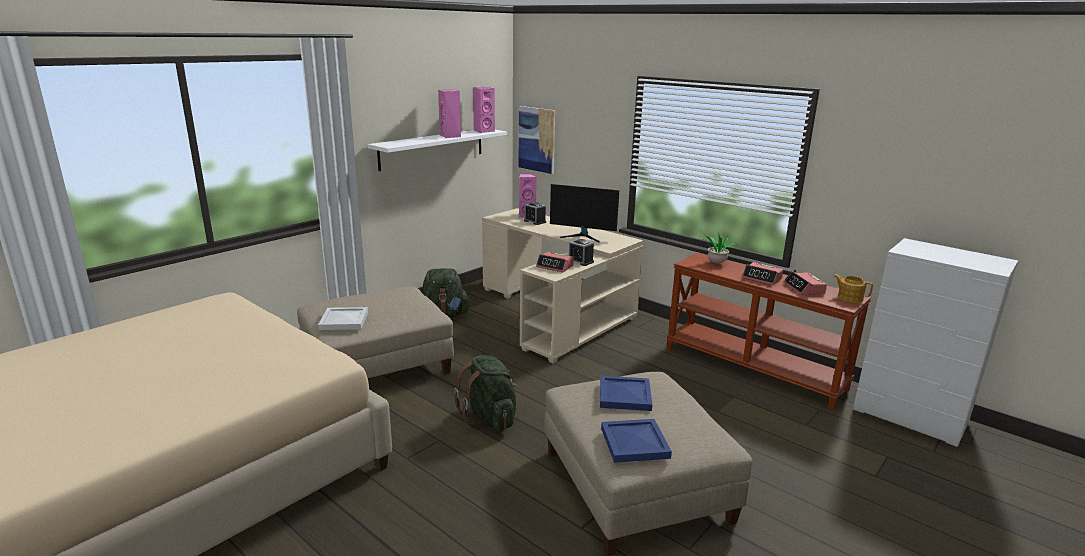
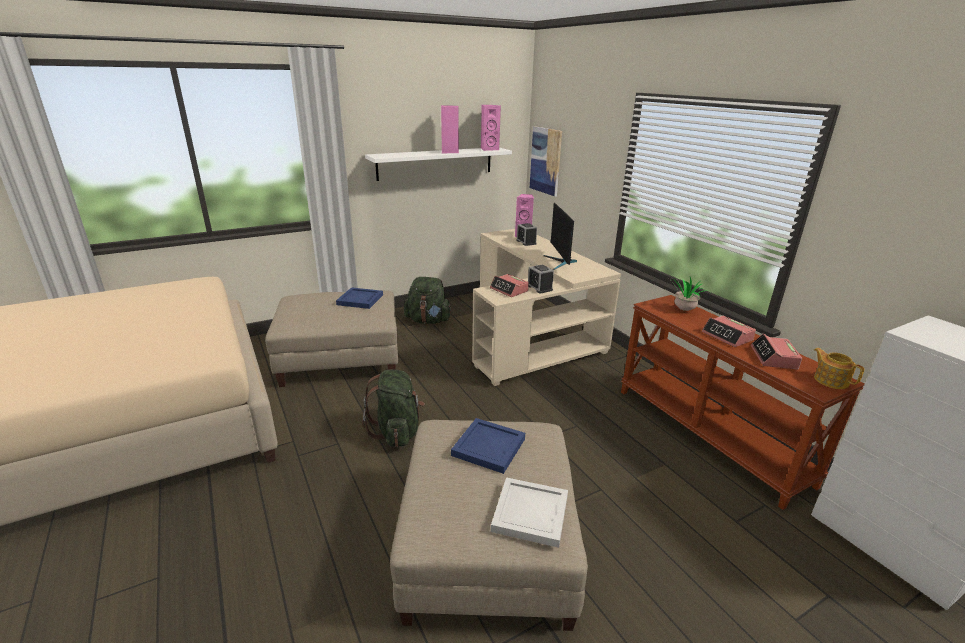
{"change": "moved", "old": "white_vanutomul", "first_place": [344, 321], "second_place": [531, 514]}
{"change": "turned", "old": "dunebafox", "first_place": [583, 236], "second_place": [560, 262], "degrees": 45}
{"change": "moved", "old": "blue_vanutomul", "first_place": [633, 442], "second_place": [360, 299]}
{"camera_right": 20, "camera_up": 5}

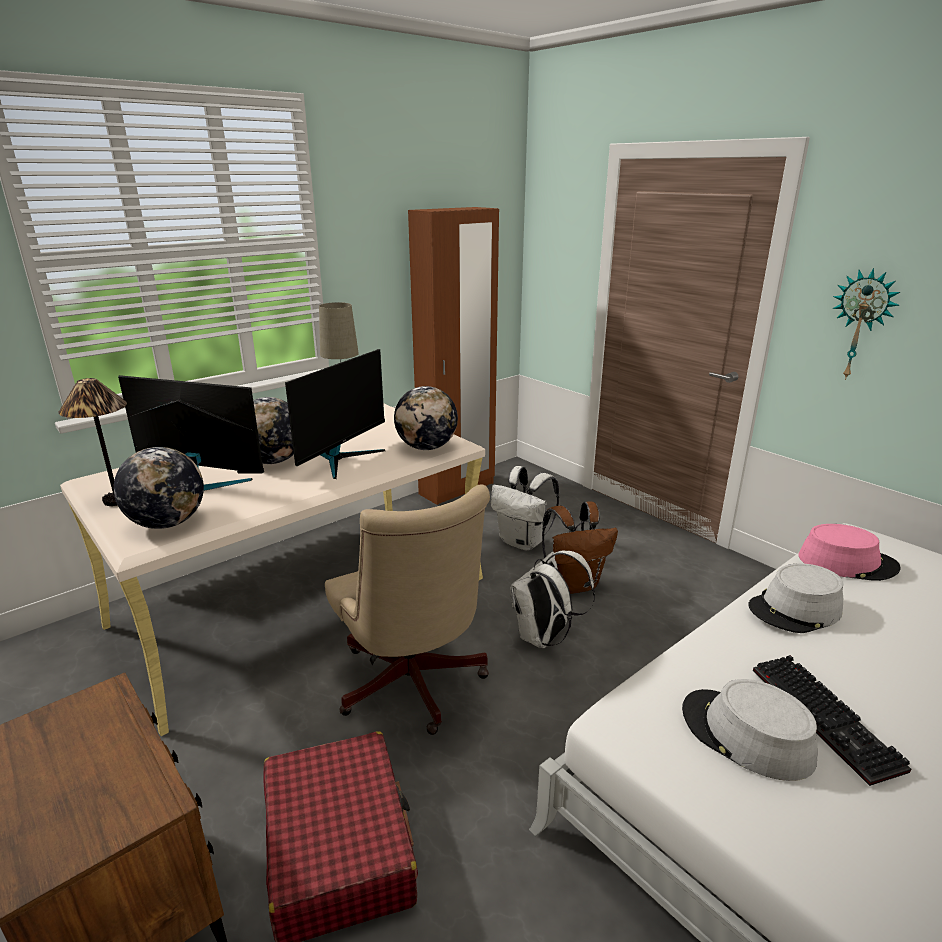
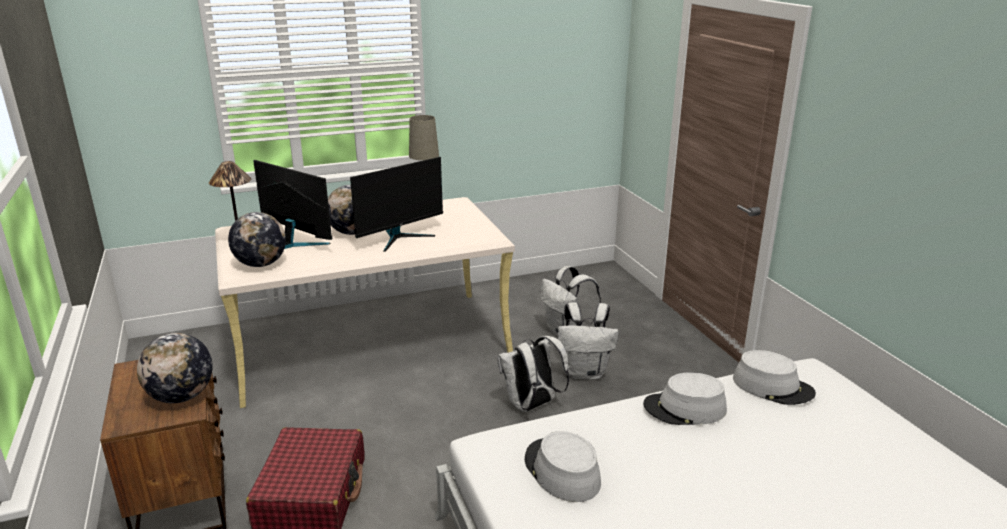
{"change": "removed", "old": "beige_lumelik", "first_place": [412, 688]}
{"change": "moved", "old": "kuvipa", "first_place": [427, 447], "second_place": [181, 397]}
{"change": "removed", "old": "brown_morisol", "first_place": [457, 489]}
{"change": "recoloured", "old": "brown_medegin", "new": "white_medegin", "first_place": [573, 584], "second_place": [584, 373]}
{"change": "removed", "old": "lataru", "first_place": [828, 718]}
{"change": "recoloured", "old": "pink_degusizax", "new": "grey_degusizax", "first_place": [847, 562], "second_place": [773, 386]}
{"change": "removed", "old": "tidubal", "first_place": [860, 325]}
{"camera_right": 20, "camera_up": 0}

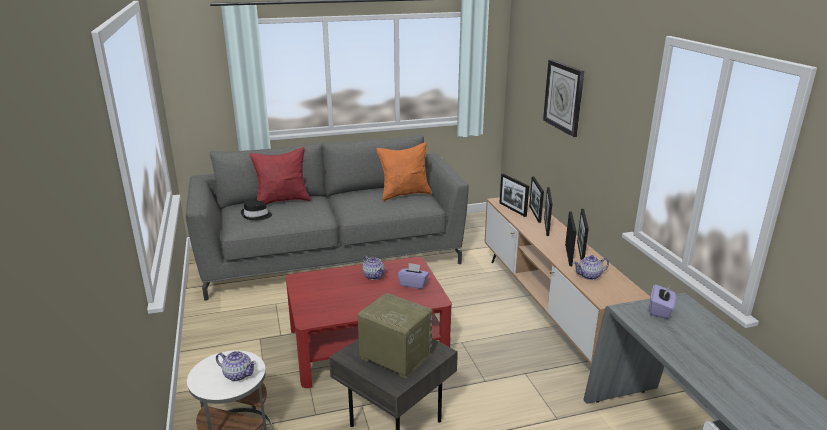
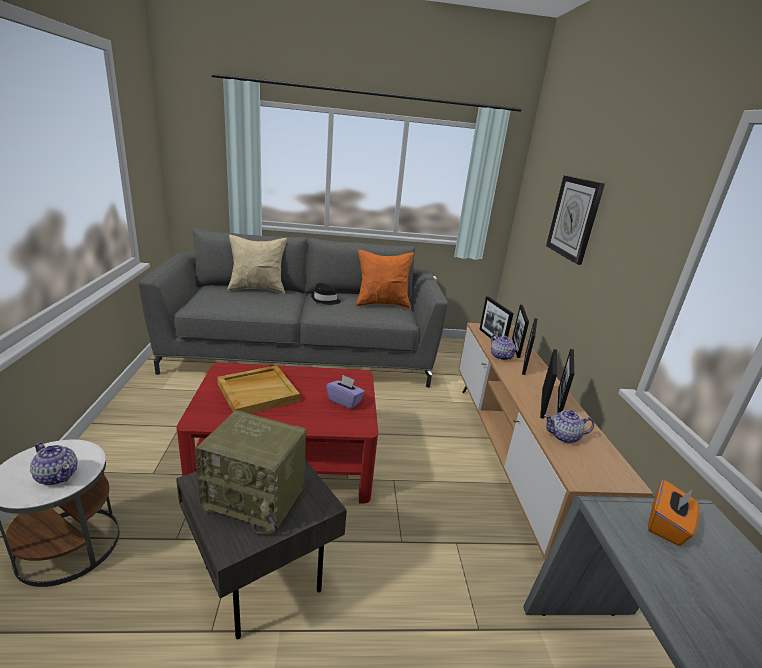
{"change": "moved", "old": "black_degusizax", "first_place": [256, 215], "second_place": [325, 300]}
{"change": "recoloured", "old": "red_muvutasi", "new": "beige_muvutasi", "first_place": [282, 200], "second_place": [257, 289]}
{"change": "turned", "old": "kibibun", "first_place": [394, 357], "second_place": [257, 498], "degrees": 150}
{"change": "moved", "old": "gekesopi", "first_place": [373, 276], "second_place": [501, 356]}
{"change": "recoloured", "old": "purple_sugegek", "new": "orange_sugegek", "first_place": [660, 310], "second_place": [667, 525]}
{"change": "added", "new": "beige_vanutomul", "second_place": [258, 392]}
{"camera_right": 10, "camera_up": 0}

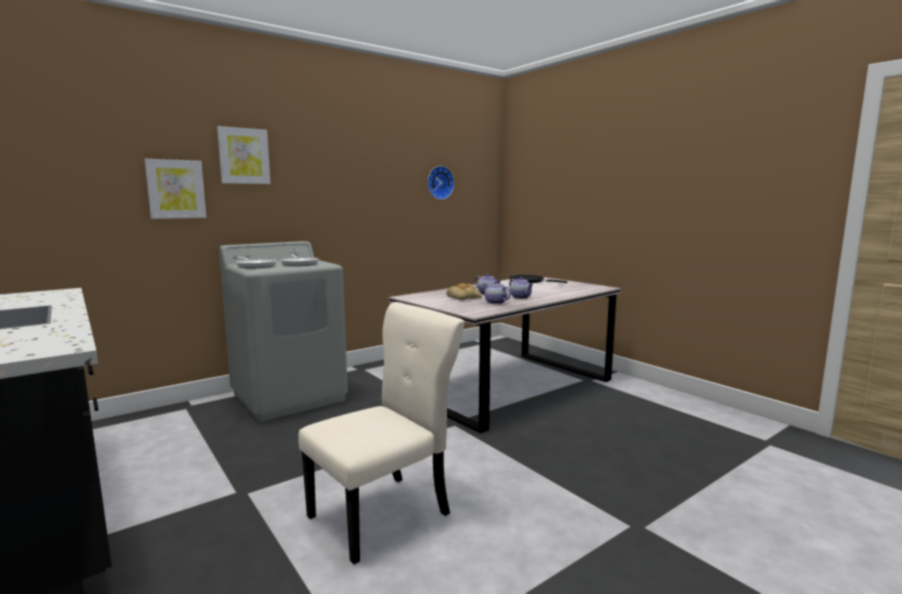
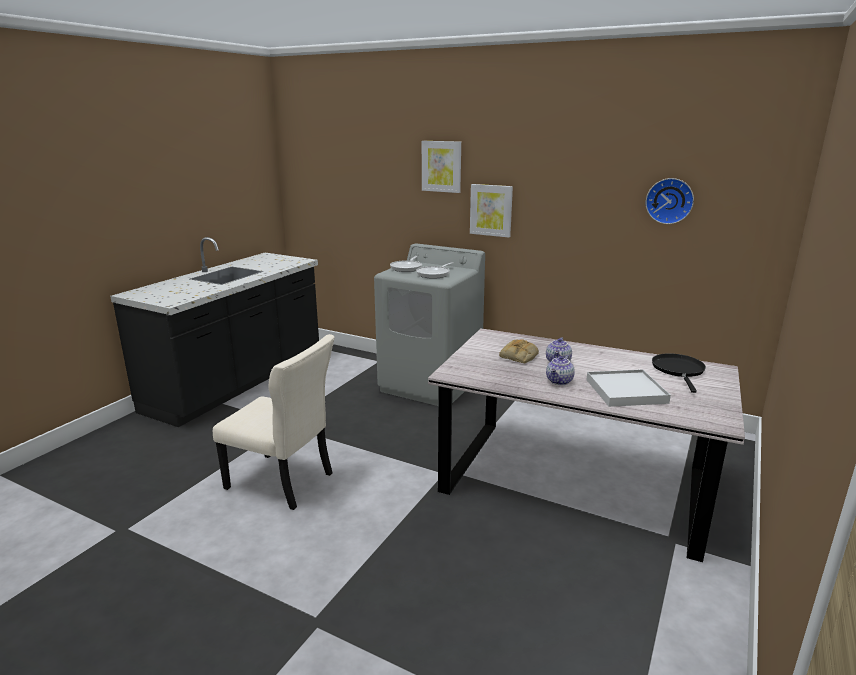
{"change": "moved", "old": "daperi", "first_place": [176, 189], "second_place": [491, 210]}
{"change": "removed", "old": "gekesopi", "first_place": [495, 302]}
{"change": "added", "new": "white_vanutomul", "second_place": [625, 391]}
{"camera_right": 65, "camera_up": 10}

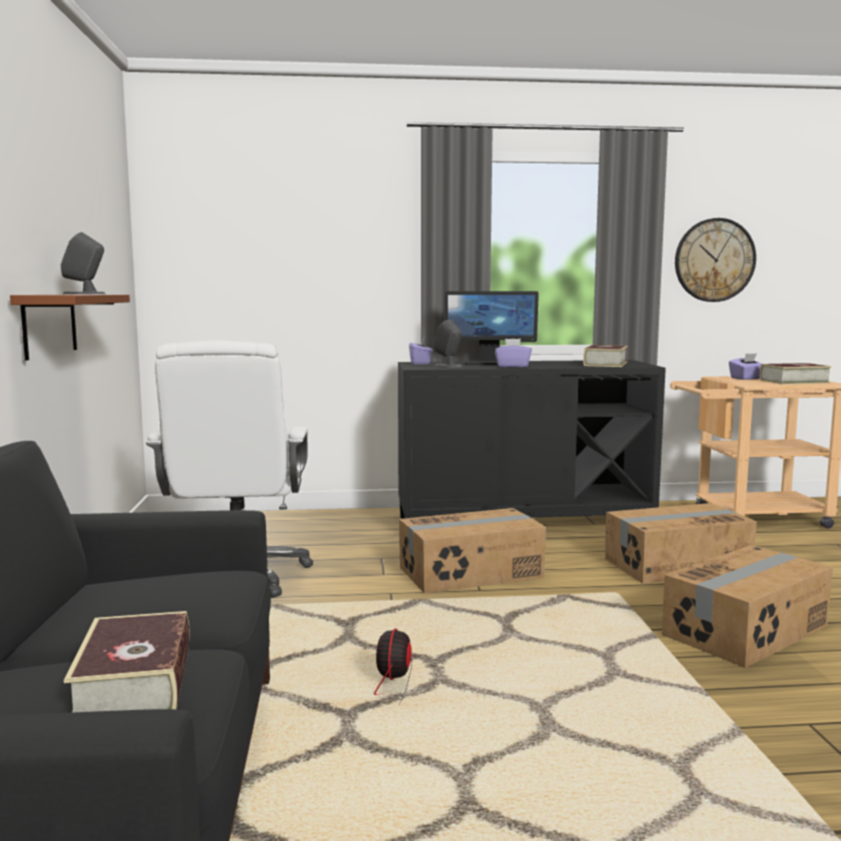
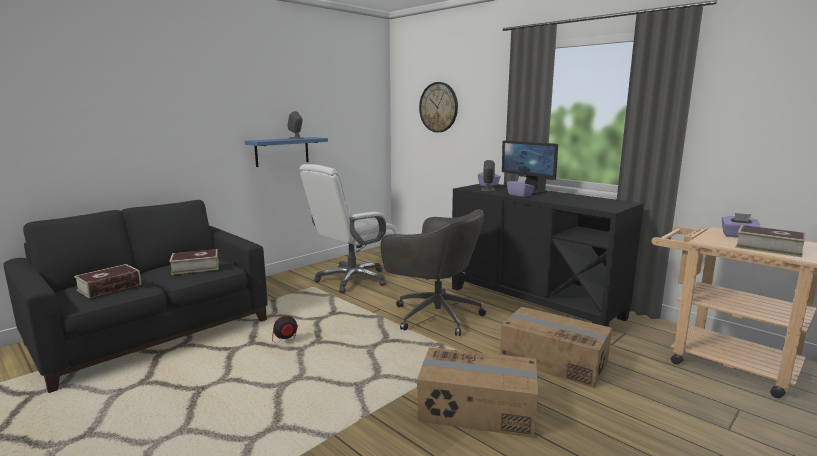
{"change": "recoloured", "old": "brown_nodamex", "new": "blue_nodamex", "first_place": [49, 324], "second_place": [282, 151]}
{"change": "replaced", "old": "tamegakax", "new": "grey_lumelik", "first_place": [471, 573], "second_place": [434, 315]}
{"change": "moved", "old": "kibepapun", "first_place": [605, 364], "second_place": [195, 267]}
{"change": "moved", "old": "tidubal", "first_place": [714, 260], "second_place": [438, 107]}
{"camera_right": 50, "camera_up": 5}

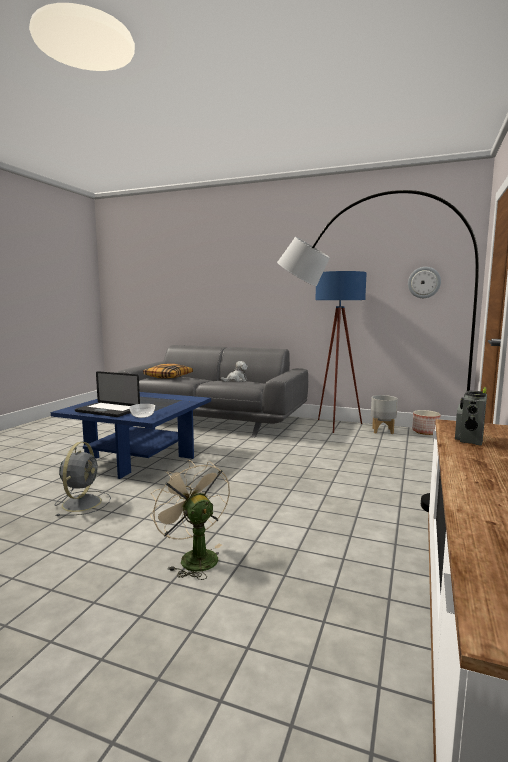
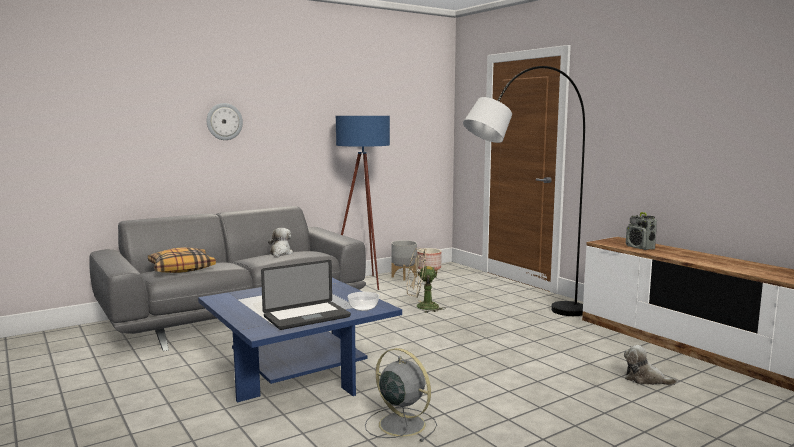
{"change": "moved", "old": "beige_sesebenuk", "first_place": [193, 557], "second_place": [422, 307]}
{"change": "moved", "old": "tidubal", "first_place": [424, 282], "second_place": [224, 121]}
{"change": "added", "new": "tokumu", "second_place": [645, 379]}
{"camera_right": -55, "camera_up": 0}

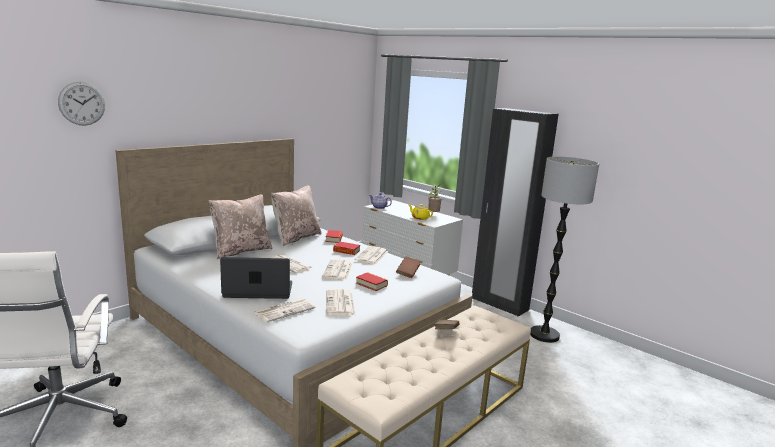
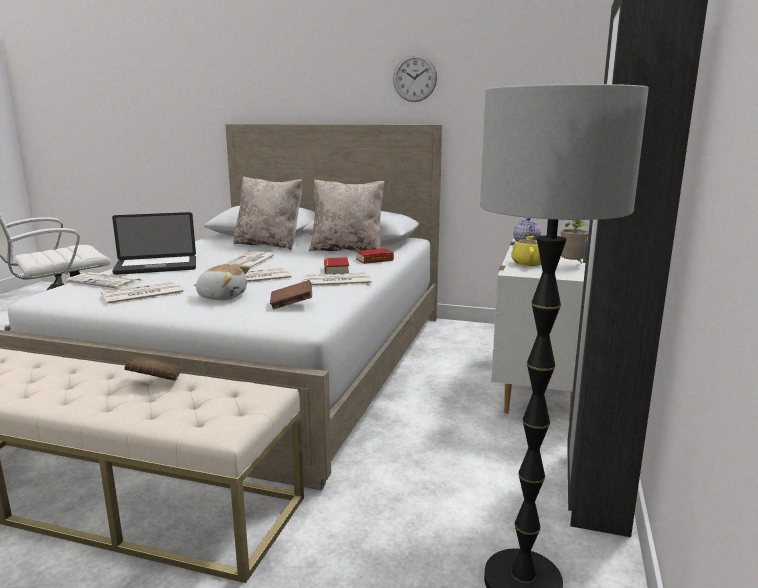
{"change": "moved", "old": "tidubal", "first_place": [82, 103], "second_place": [415, 78]}
{"change": "turned", "old": "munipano", "first_place": [258, 291], "second_place": [156, 267], "degrees": 105}
{"change": "replaced", "old": "kibepapun", "new": "tokumu", "first_place": [371, 284], "second_place": [222, 296]}
{"camera_right": 65, "camera_up": 0}

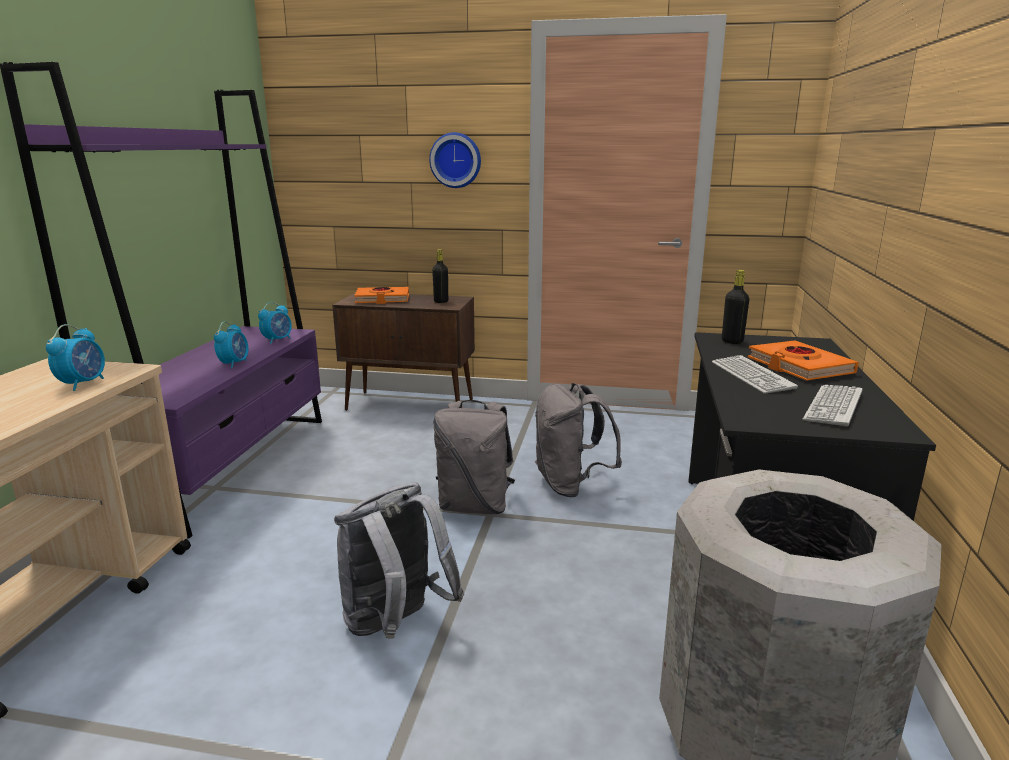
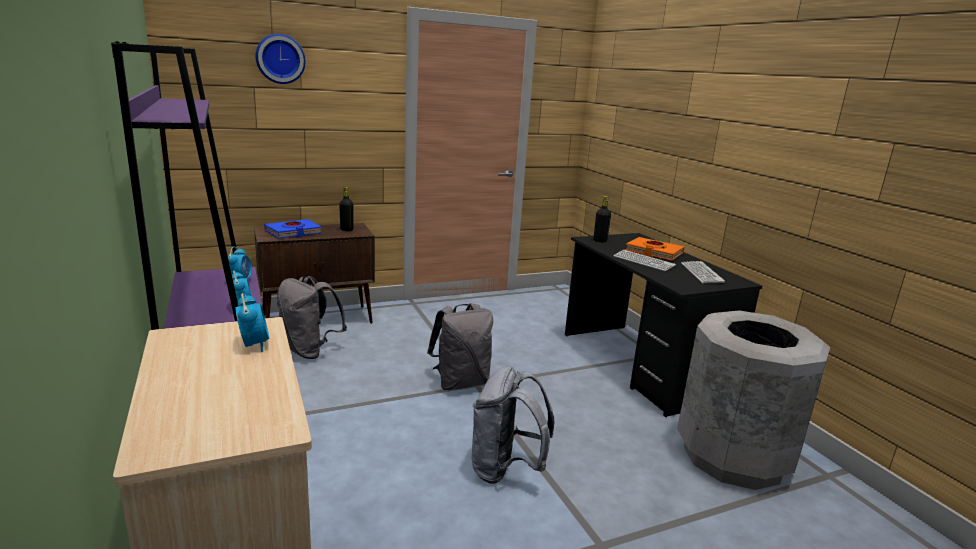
{"change": "recoloured", "old": "orange_kibepapun", "new": "blue_kibepapun", "first_place": [382, 299], "second_place": [293, 232]}
{"change": "moved", "old": "tidubal", "first_place": [456, 160], "second_place": [280, 59]}
{"change": "moved", "old": "grey_medegin", "first_place": [571, 485], "second_place": [309, 351]}
{"camera_right": -35, "camera_up": 0}

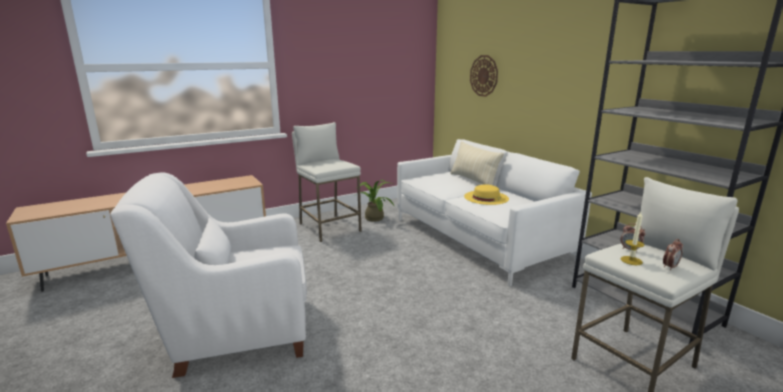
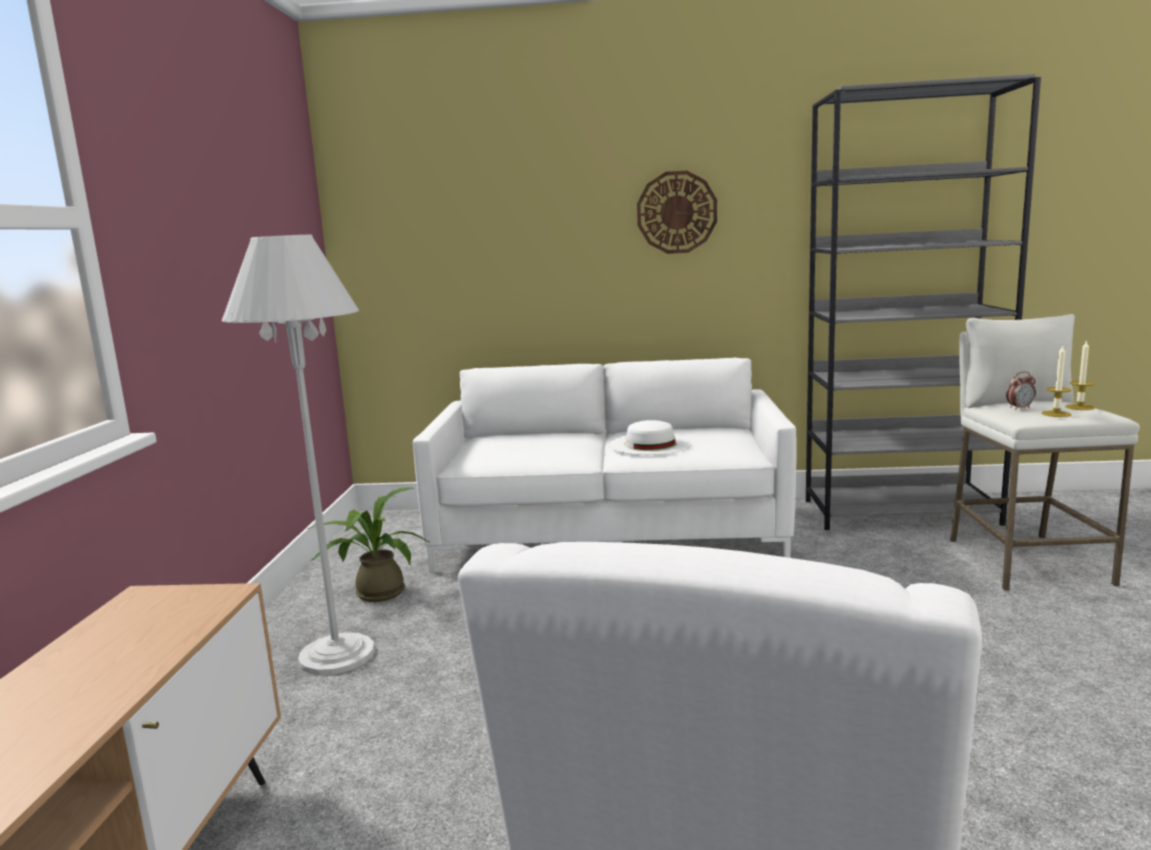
{"change": "replaced", "old": "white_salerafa", "new": "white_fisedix", "first_place": [329, 227], "second_place": [336, 655]}
{"change": "removed", "old": "beige_muvutasi", "first_place": [473, 181]}
{"change": "recoloured", "old": "yellow_degusizax", "new": "white_degusizax", "first_place": [486, 197], "second_place": [650, 444]}
{"change": "moved", "old": "tidubal", "first_place": [484, 76], "second_place": [676, 212]}
{"change": "replaced", "old": "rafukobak", "new": "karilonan", "first_place": [670, 267], "second_place": [1079, 407]}
{"camera_right": -55, "camera_up": -5}

